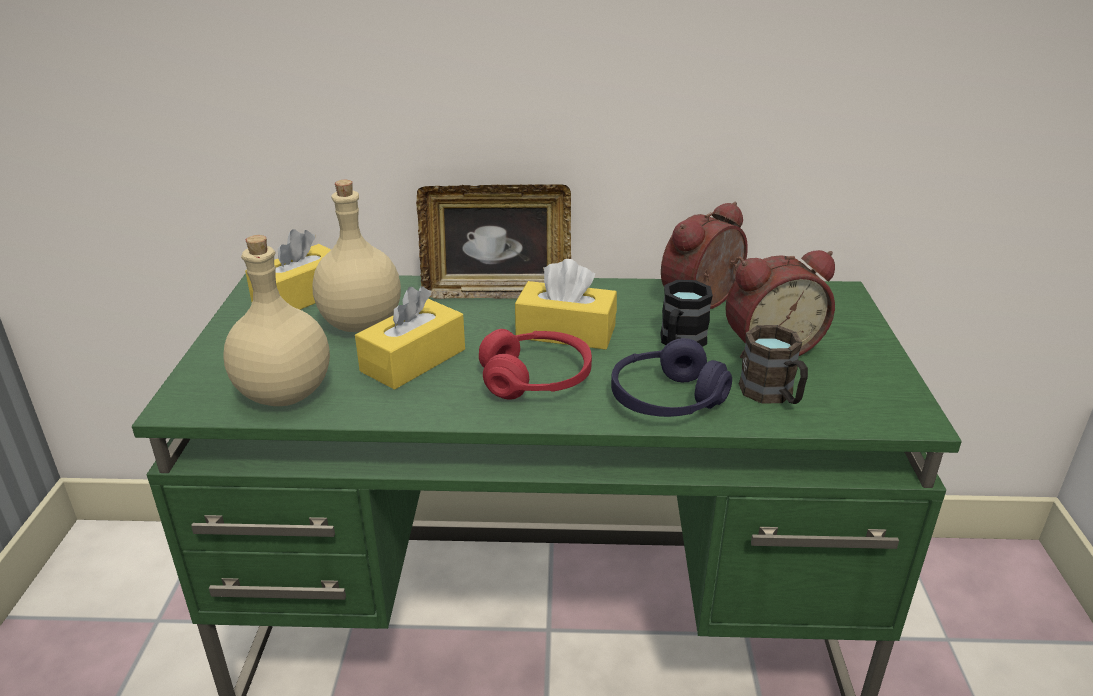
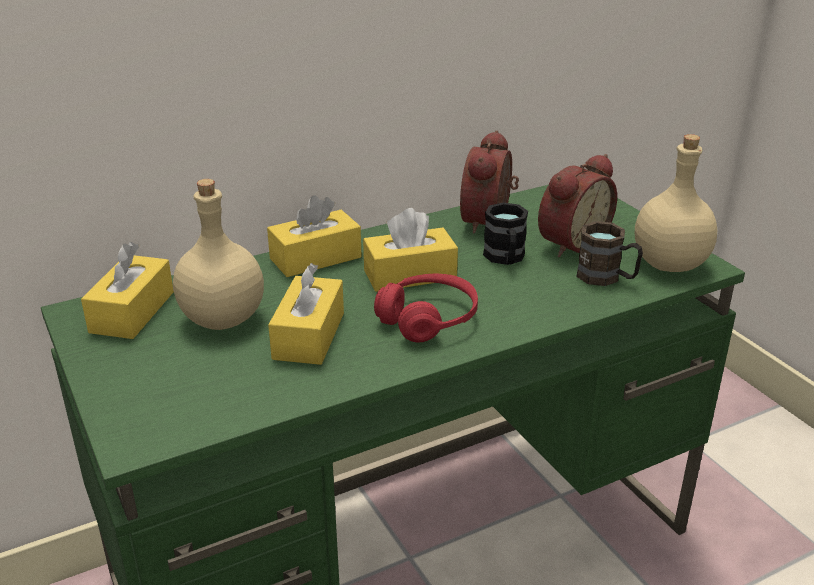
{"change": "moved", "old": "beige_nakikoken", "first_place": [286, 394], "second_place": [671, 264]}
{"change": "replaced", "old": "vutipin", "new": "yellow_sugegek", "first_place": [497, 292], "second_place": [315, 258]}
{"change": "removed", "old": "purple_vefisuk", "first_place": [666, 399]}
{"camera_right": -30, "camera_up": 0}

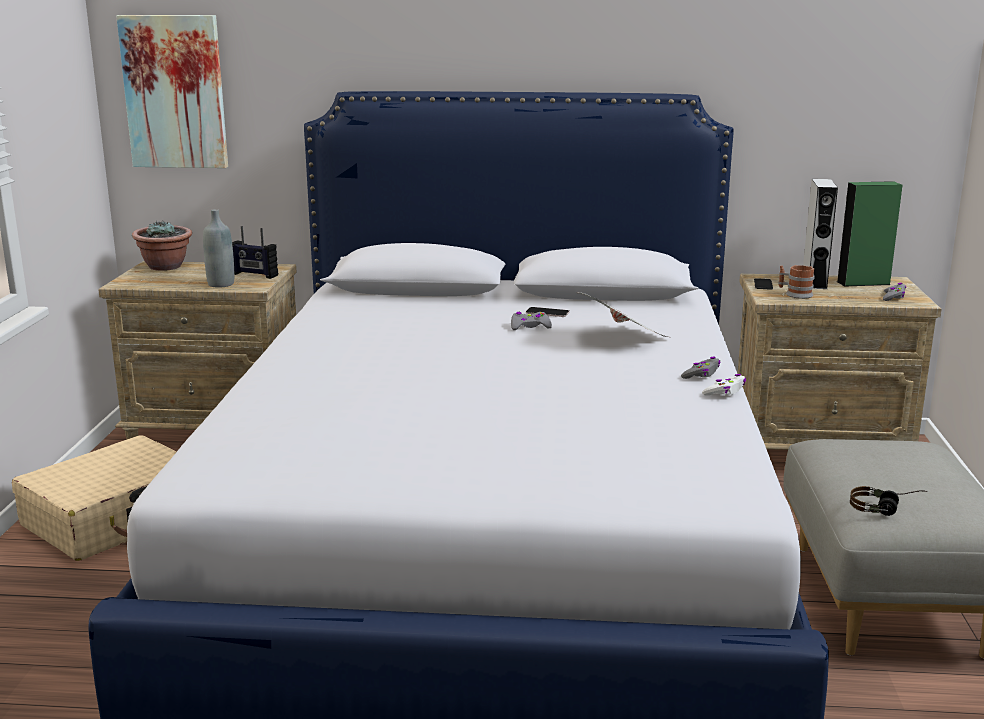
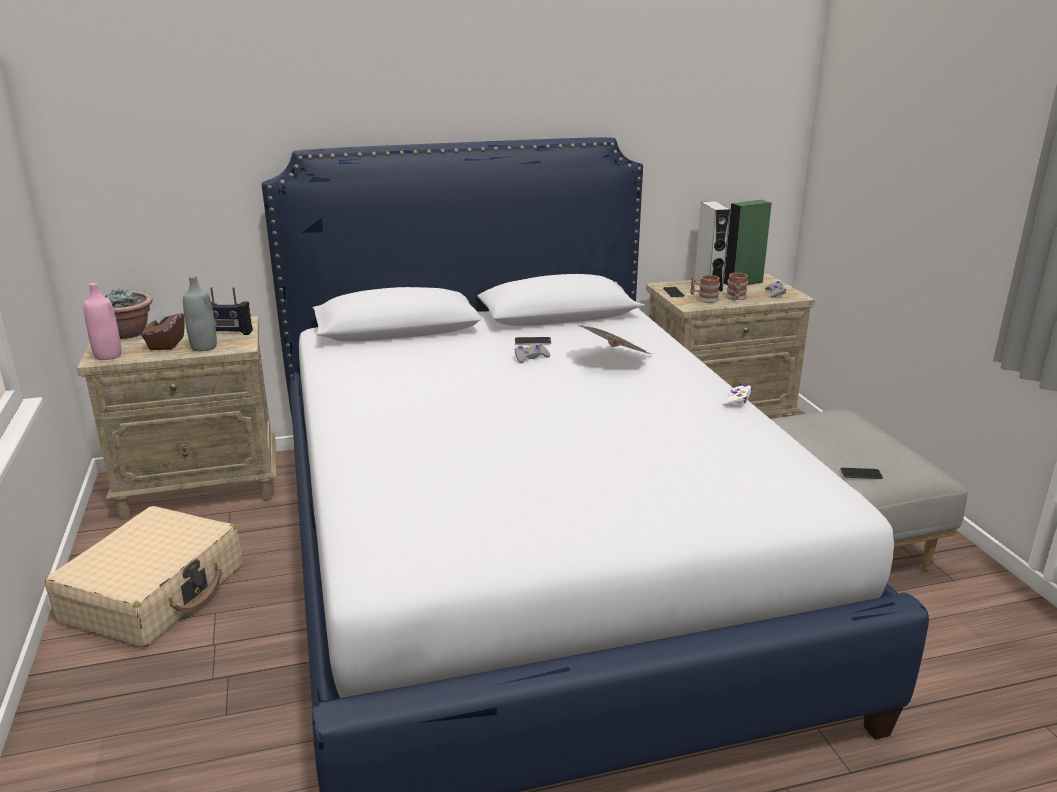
{"change": "removed", "old": "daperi", "first_place": [175, 92]}
{"change": "removed", "old": "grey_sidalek", "first_place": [701, 374]}
{"change": "replaced", "old": "vefisuk", "new": "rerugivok", "first_place": [886, 509], "second_place": [861, 474]}
{"change": "added", "new": "pink_nakikoken", "second_place": [108, 356]}
{"change": "added", "new": "brown_sugegek", "second_place": [166, 343]}
{"change": "added", "new": "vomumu", "second_place": [736, 298]}
{"camera_right": -20, "camera_up": 5}

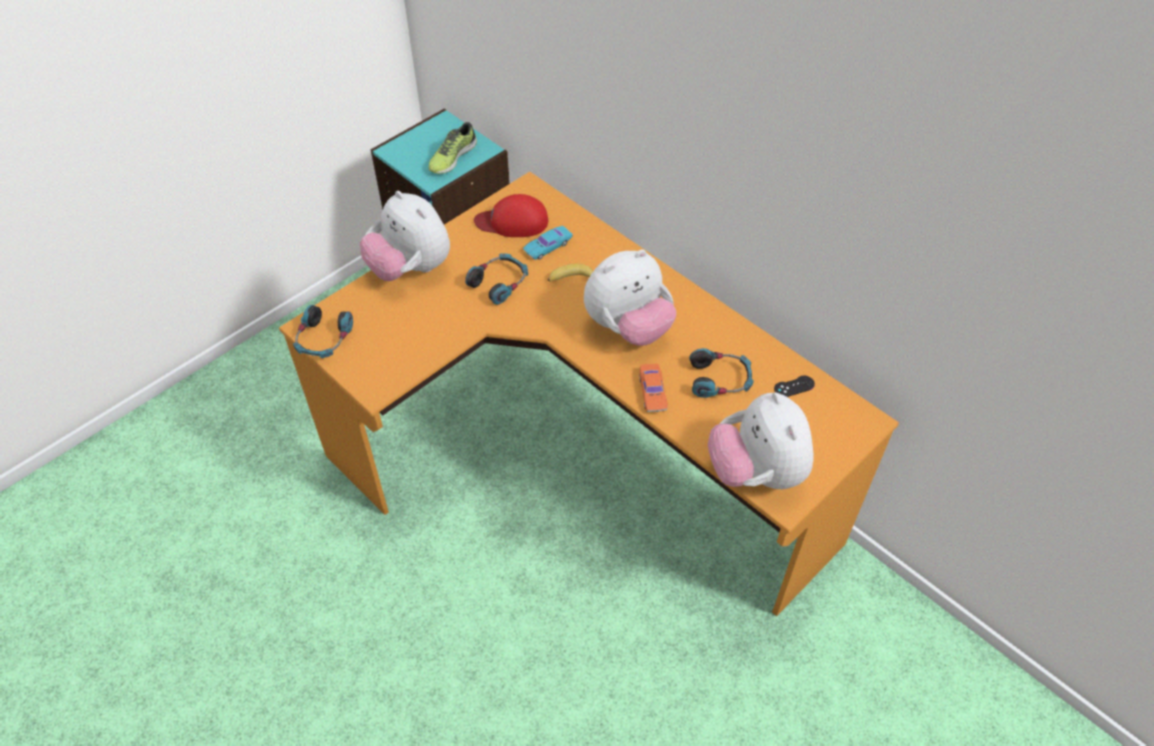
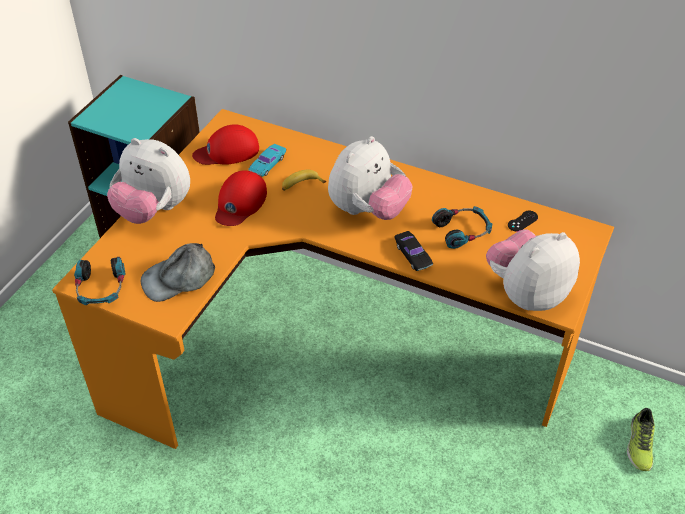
{"change": "moved", "old": "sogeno", "first_place": [452, 157], "second_place": [639, 444]}
{"change": "replaced", "old": "vefisuk", "new": "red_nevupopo", "first_place": [499, 283], "second_place": [240, 202]}
{"change": "recoloured", "old": "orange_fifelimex", "new": "black_fifelimex", "first_place": [652, 391], "second_place": [413, 254]}
{"change": "turned", "old": "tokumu", "first_place": [756, 472], "second_place": [526, 293], "degrees": 90}
{"change": "added", "new": "grey_nevupopo", "second_place": [179, 278]}
{"camera_right": -20, "camera_up": -5}

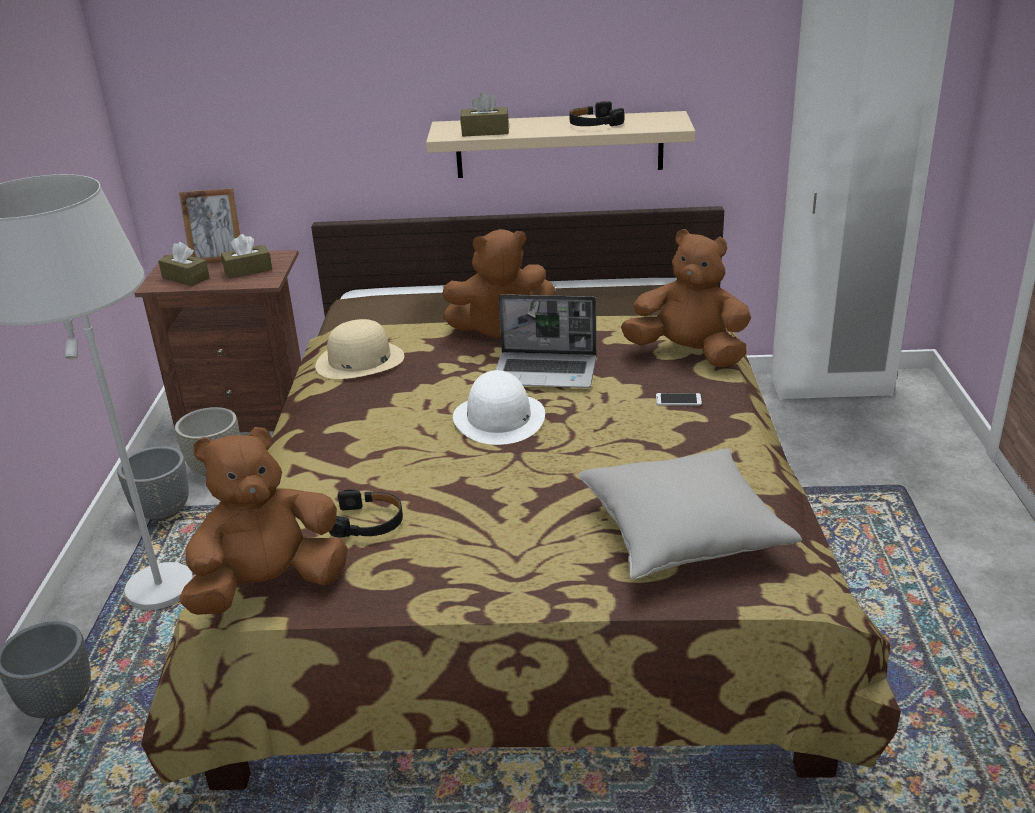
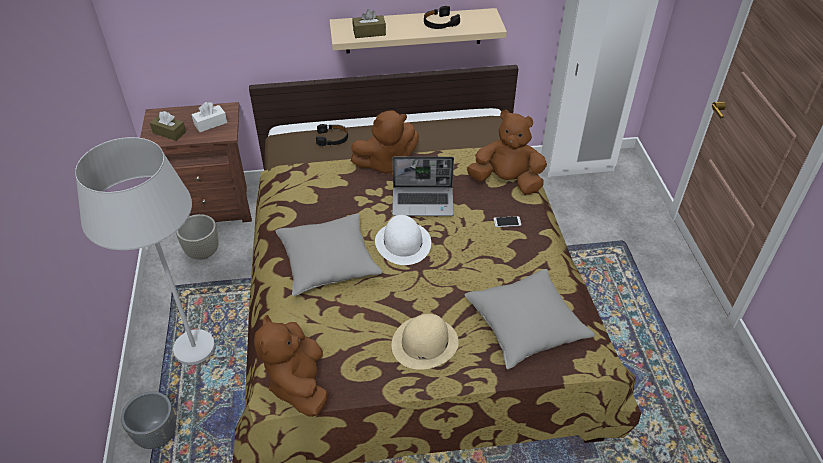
{"change": "removed", "old": "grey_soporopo", "first_place": [164, 512]}
{"change": "removed", "old": "vutipin", "first_place": [218, 259]}
{"change": "turned", "old": "brown_tokumu", "first_place": [269, 587], "second_place": [298, 384], "degrees": -60}
{"change": "recoloured", "old": "brown_sugegek", "new": "white_sugegek", "first_place": [248, 270], "second_place": [210, 123]}
{"change": "moved", "old": "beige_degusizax", "first_place": [359, 361], "second_place": [424, 343]}
{"change": "moved", "old": "black_vefisuk", "first_place": [368, 522], "second_place": [332, 138]}
{"change": "added", "new": "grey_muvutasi", "second_place": [328, 262]}
{"camera_right": -10, "camera_up": 15}

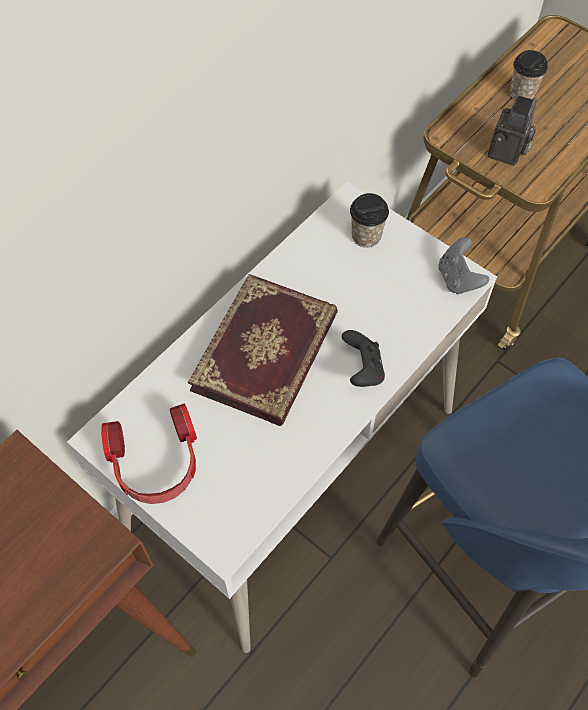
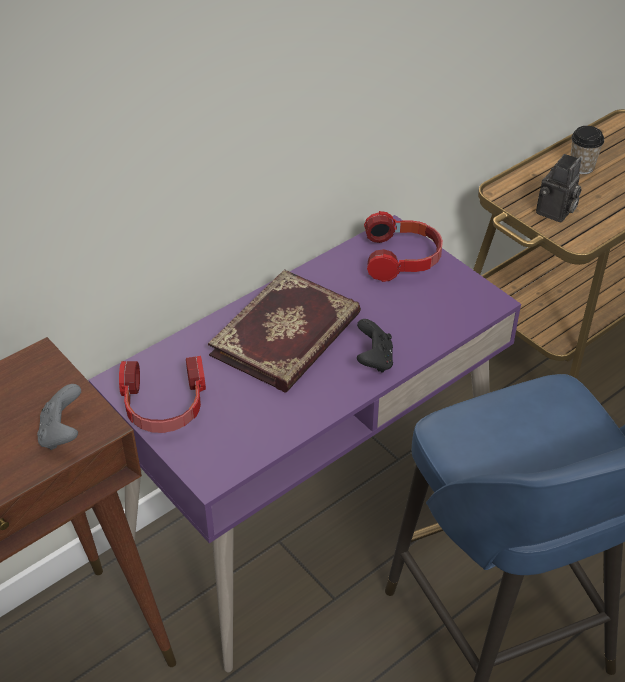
{"change": "recoloured", "old": "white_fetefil", "new": "purple_fetefil", "first_place": [293, 473], "second_place": [311, 515]}
{"change": "replaced", "old": "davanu", "new": "vefisuk", "first_place": [366, 236], "second_place": [402, 258]}
{"change": "moved", "old": "grey_sidalek", "first_place": [458, 279], "second_place": [62, 433]}
{"camera_right": 10, "camera_up": -15}

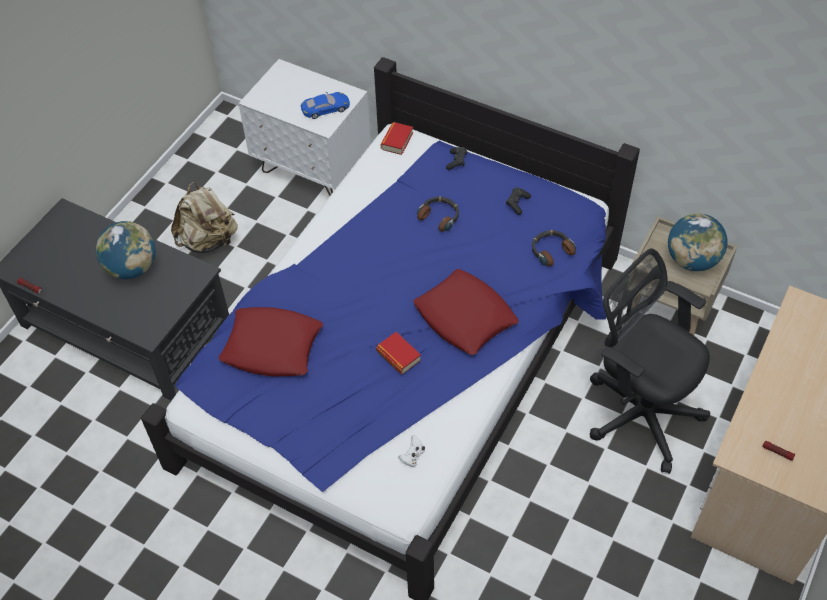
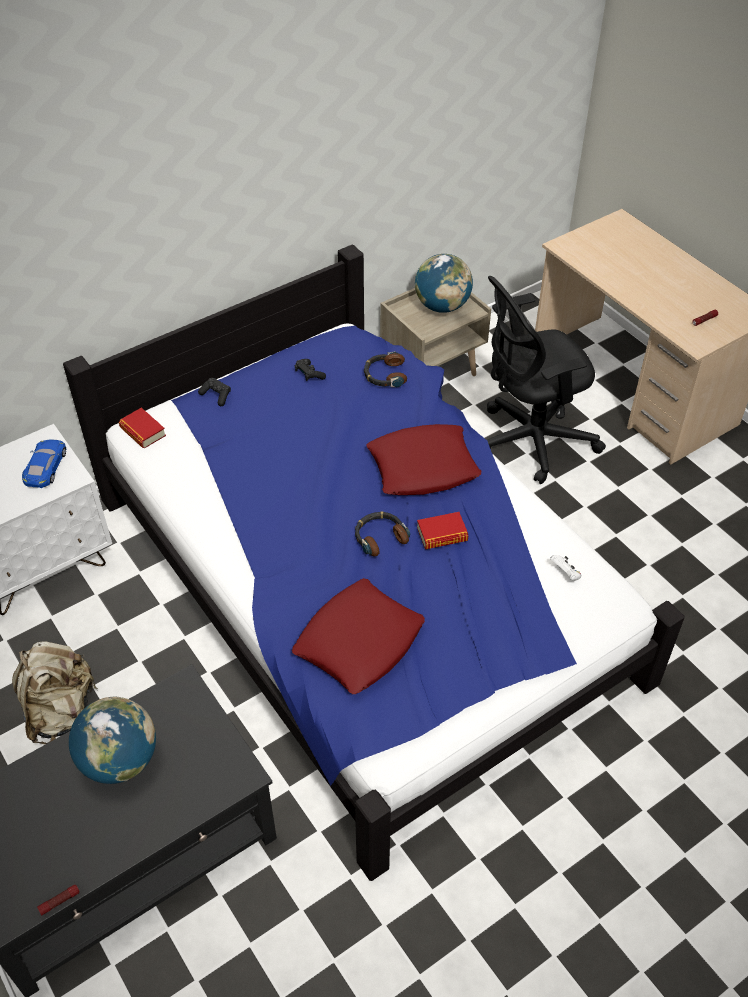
{"change": "moved", "old": "vefisuk", "first_place": [439, 216], "second_place": [380, 537]}
{"camera_right": -65, "camera_up": -5}

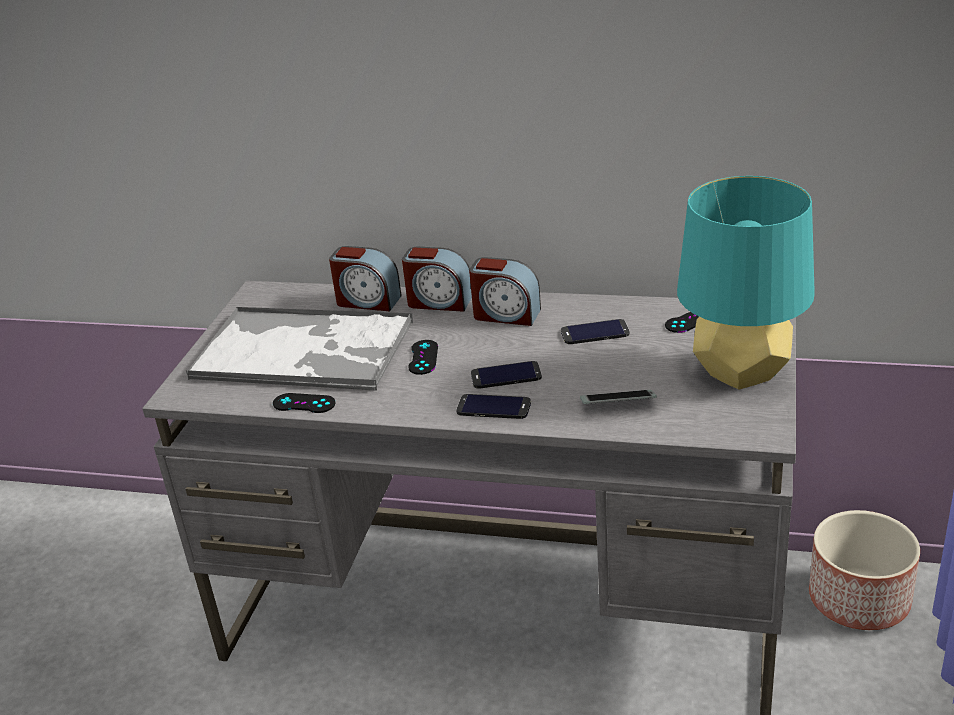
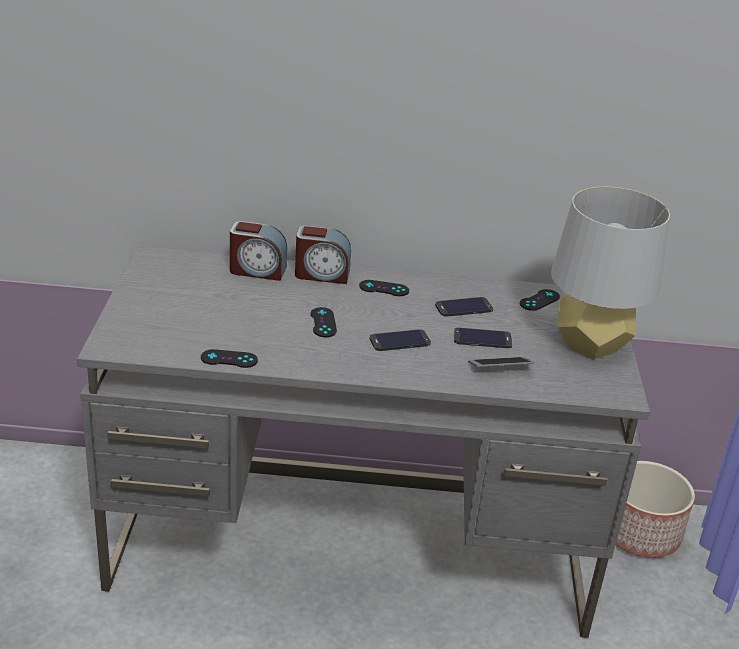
{"change": "removed", "old": "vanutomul", "first_place": [305, 350]}
{"change": "moved", "old": "rerugivok", "first_place": [493, 407], "second_place": [482, 339]}
{"change": "replaced", "old": "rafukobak", "new": "black_sidalek", "first_place": [506, 314], "second_place": [384, 288]}
{"change": "recoloured", "old": "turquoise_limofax", "new": "grey_limofax", "first_place": [740, 373], "second_place": [591, 346]}
{"camera_right": -15, "camera_up": 0}

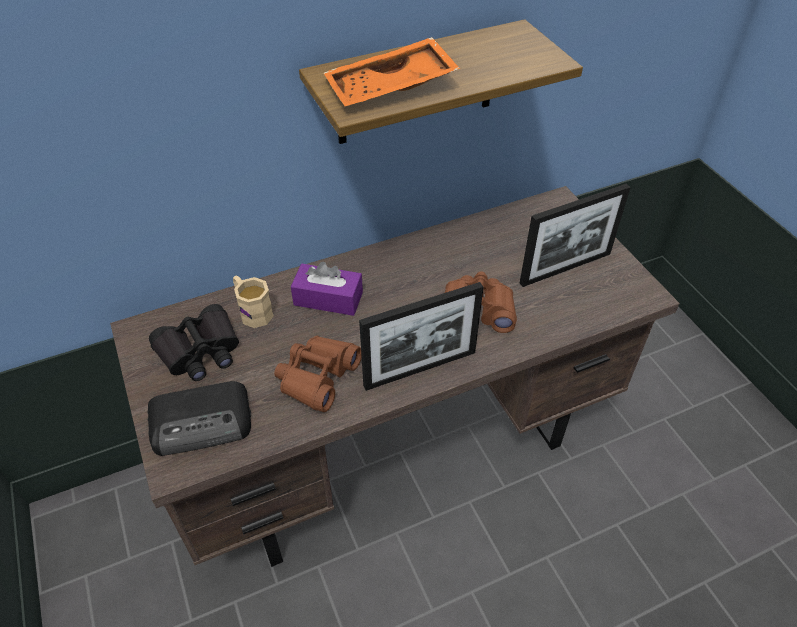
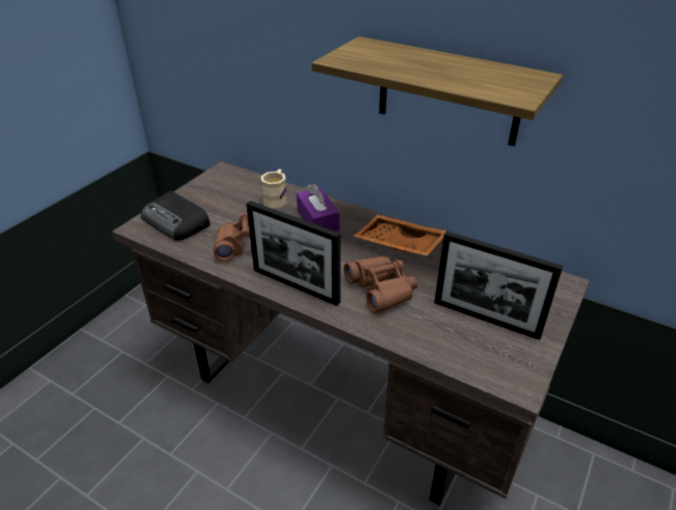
{"change": "removed", "old": "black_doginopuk", "first_place": [200, 351]}
{"change": "moved", "old": "orange_vanutomul", "first_place": [391, 89], "second_place": [398, 245]}
{"camera_right": 55, "camera_up": -10}

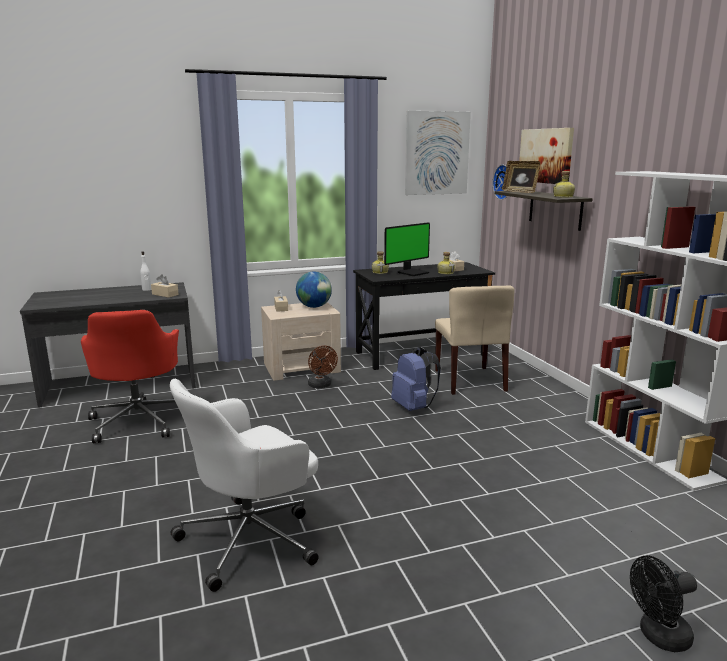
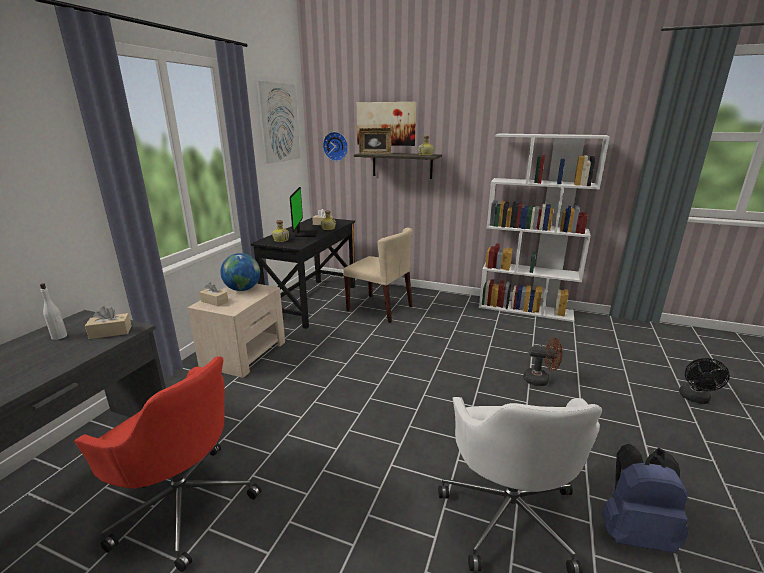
{"change": "moved", "old": "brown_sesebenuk", "first_place": [321, 386], "second_place": [540, 380]}
{"change": "moved", "old": "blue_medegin", "first_place": [414, 407], "second_place": [634, 532]}
{"camera_right": -50, "camera_up": 5}

